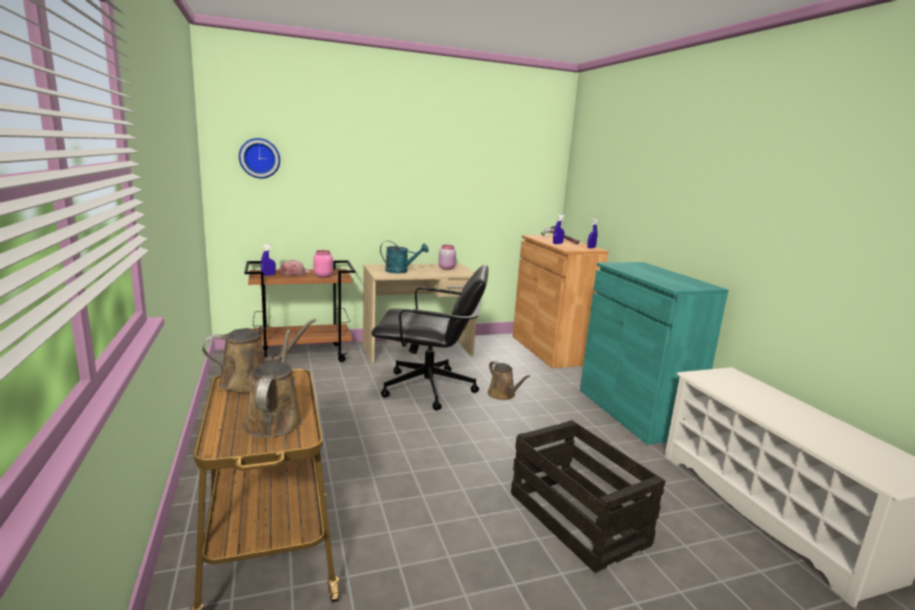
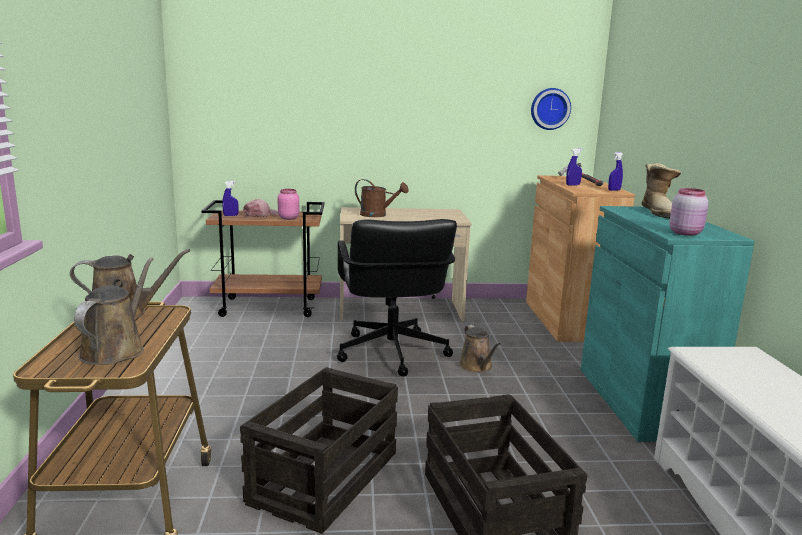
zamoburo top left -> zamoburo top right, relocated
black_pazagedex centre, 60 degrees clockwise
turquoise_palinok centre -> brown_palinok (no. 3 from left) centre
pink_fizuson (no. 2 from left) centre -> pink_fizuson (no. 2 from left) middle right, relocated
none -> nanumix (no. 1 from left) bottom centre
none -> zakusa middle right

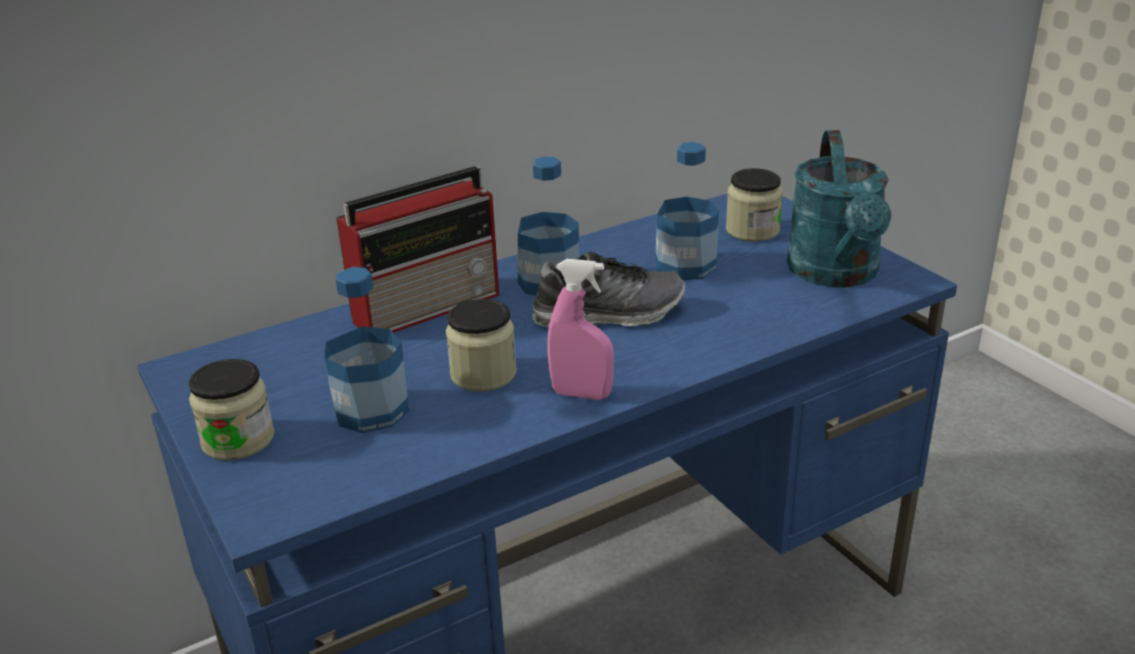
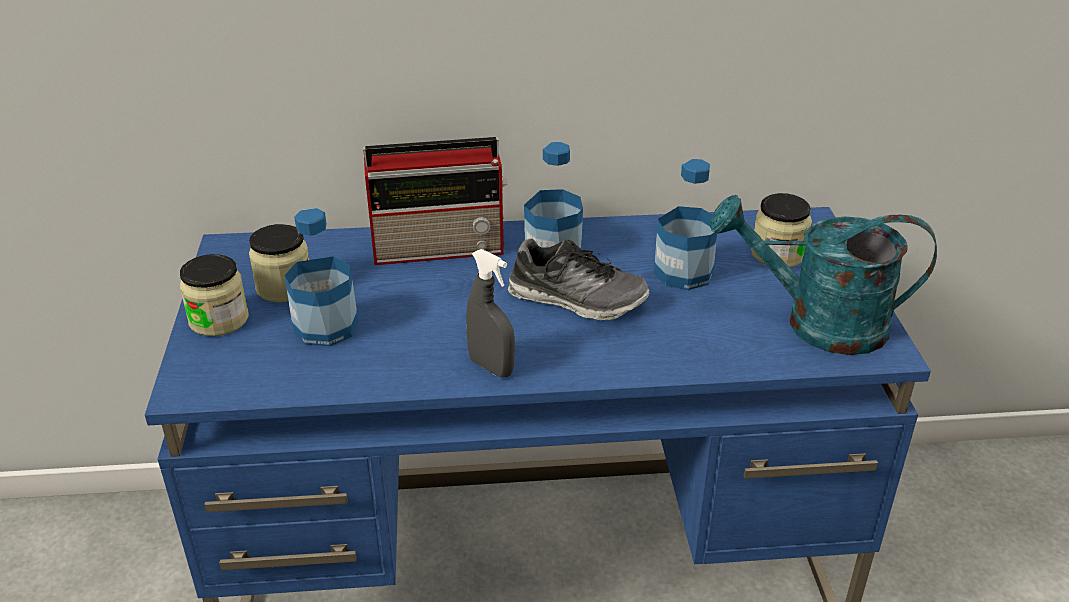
fizuson (no. 2 from left) centre -> fizuson (no. 2 from left) middle left, relocated
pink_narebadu centre -> grey_narebadu centre
turquoise_palinok top right -> turquoise_palinok middle right, 75 degrees clockwise

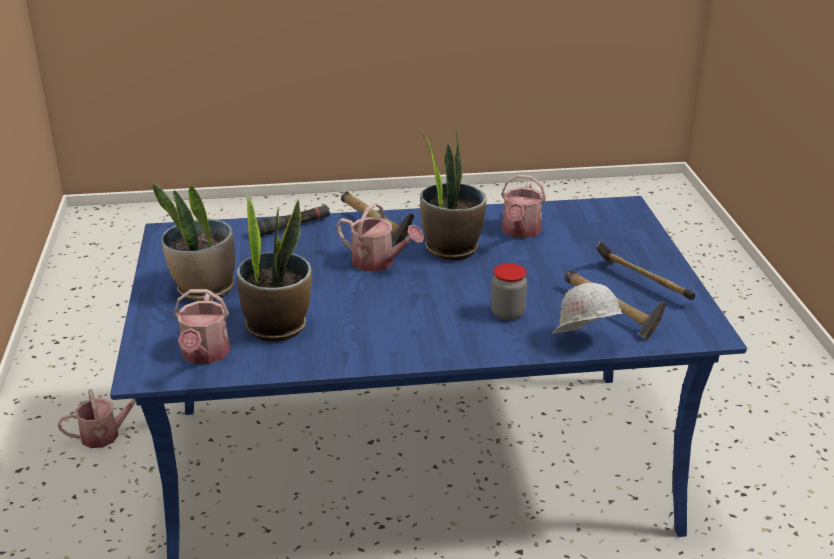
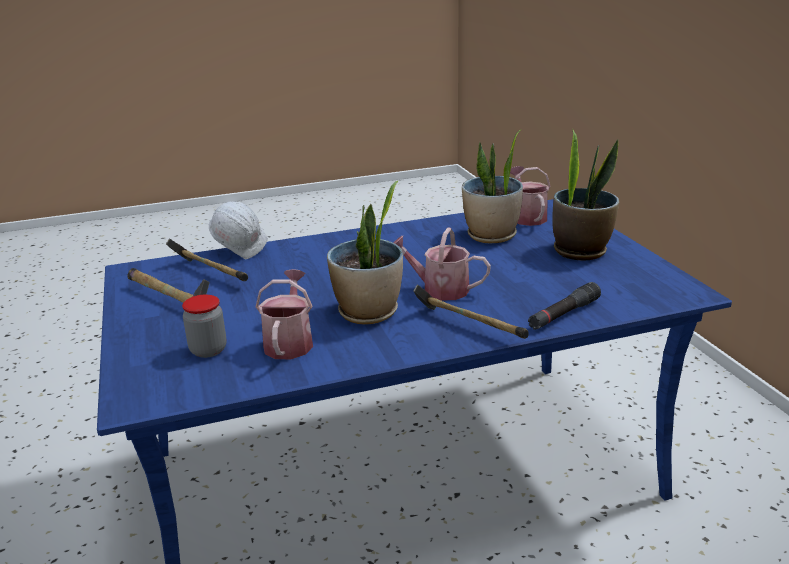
palinok (no. 1 from left) bottom left -> none
fizuson centre -> fizuson middle left, relocated

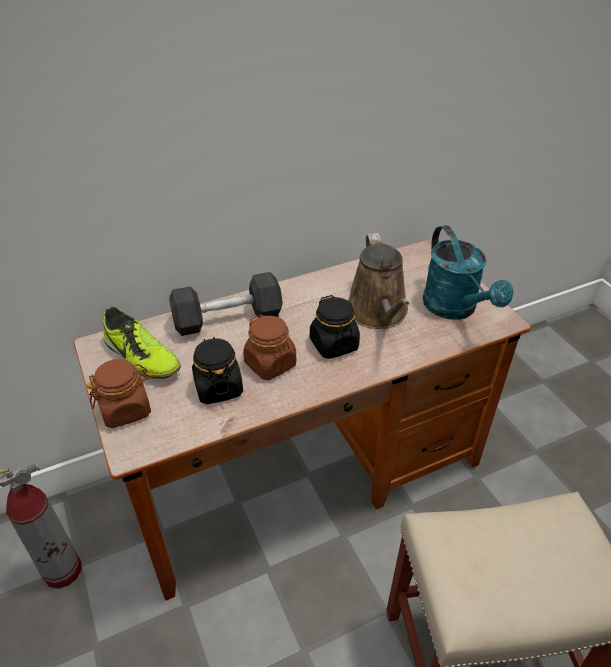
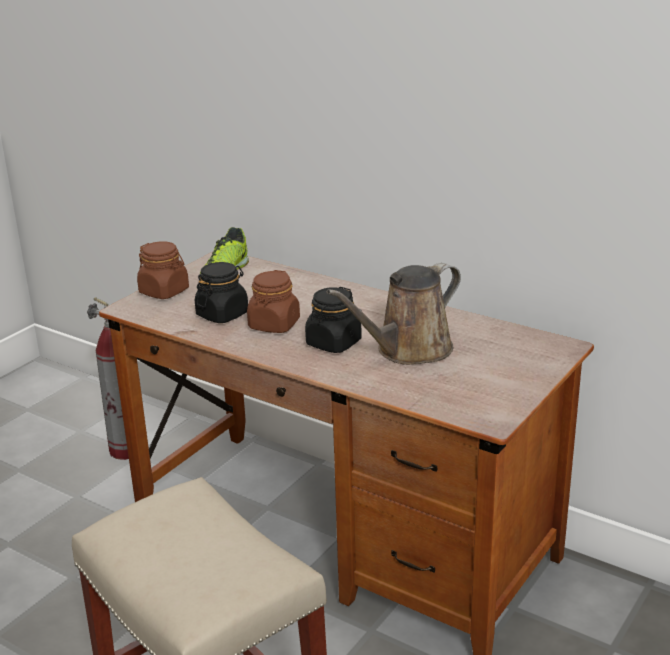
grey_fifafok centre -> none
turquoise_palinok middle right -> none

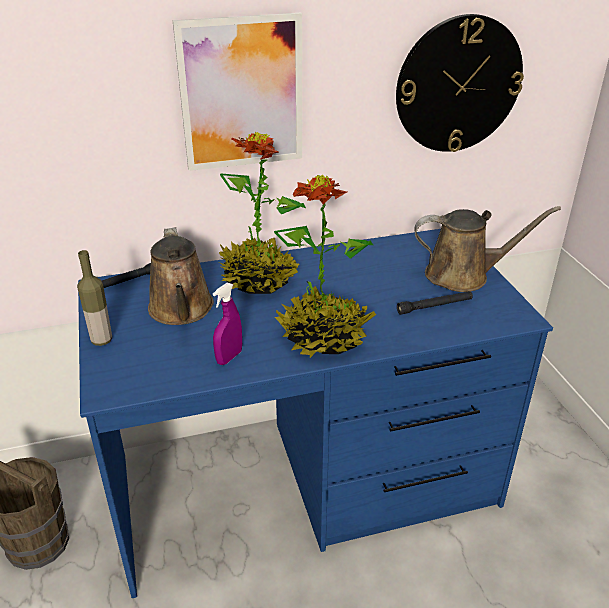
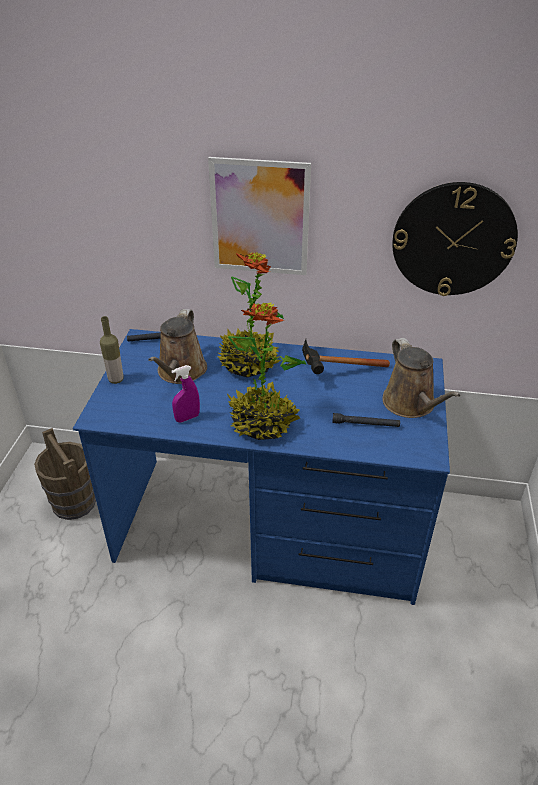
brown_palinok (no. 2 from left) middle right, 45 degrees clockwise
none -> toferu centre

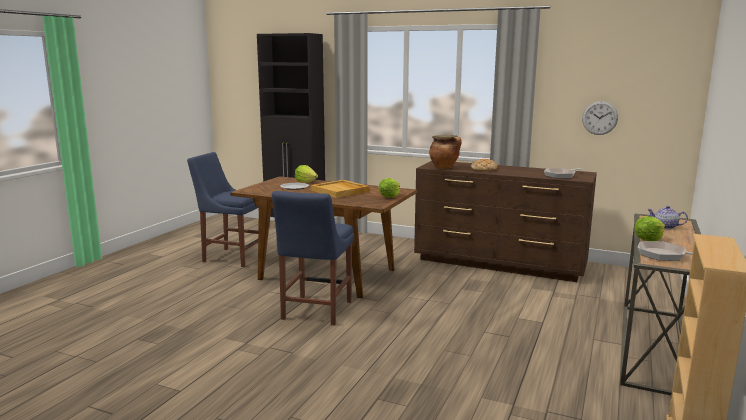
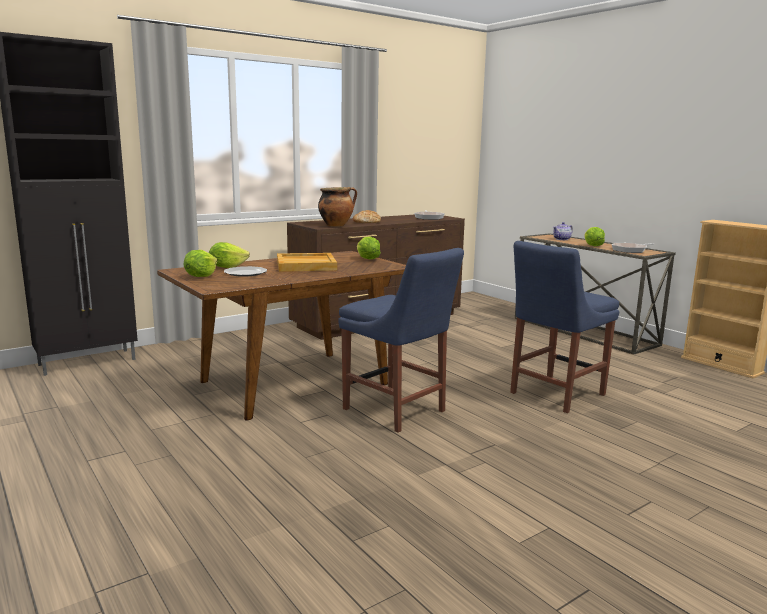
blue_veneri (no. 1 from left in the first image) middle left -> blue_veneri (no. 2 from left) middle right, relocated
zamoburo top right -> none
none -> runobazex (no. 1 from left) middle left

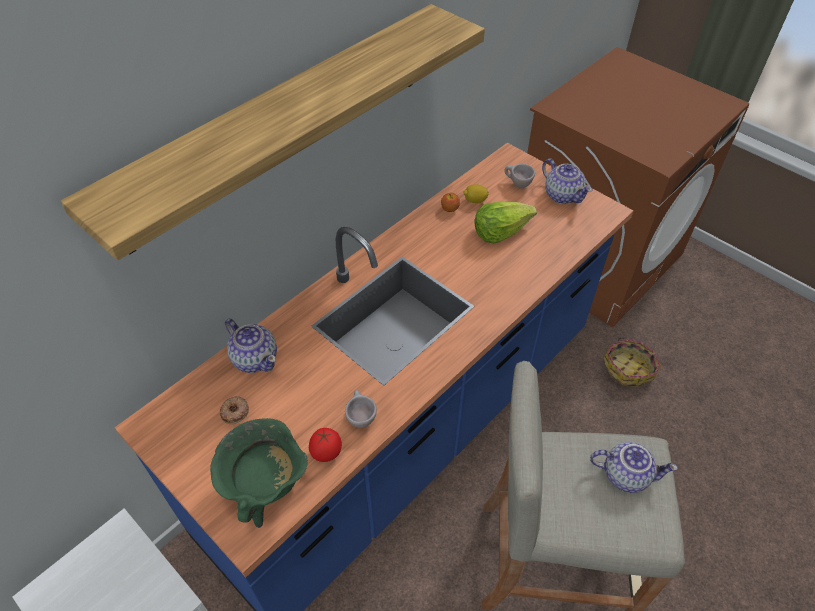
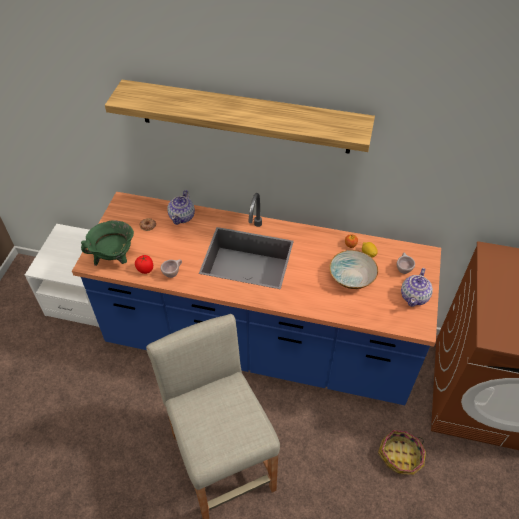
runobazex centre -> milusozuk middle right
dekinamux (no. 3 from left) bottom right -> none

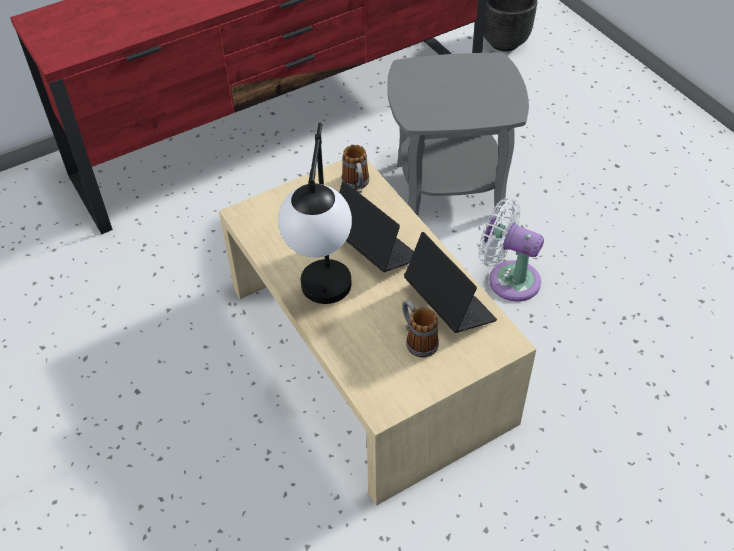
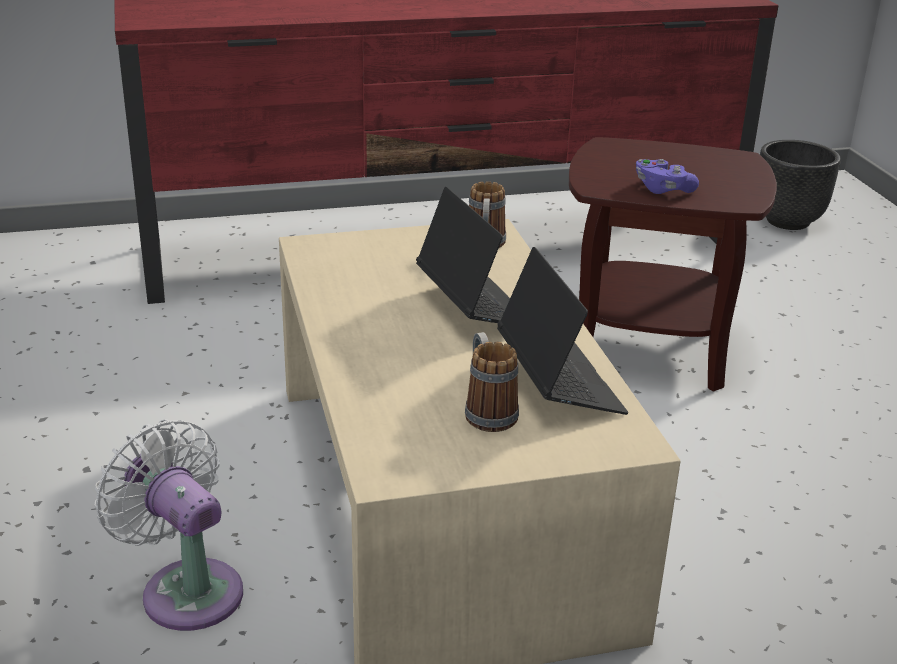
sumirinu centre -> none
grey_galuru top centre -> brown_galuru middle right
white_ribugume middle right -> white_ribugume bottom left, relocated
none -> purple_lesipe top right

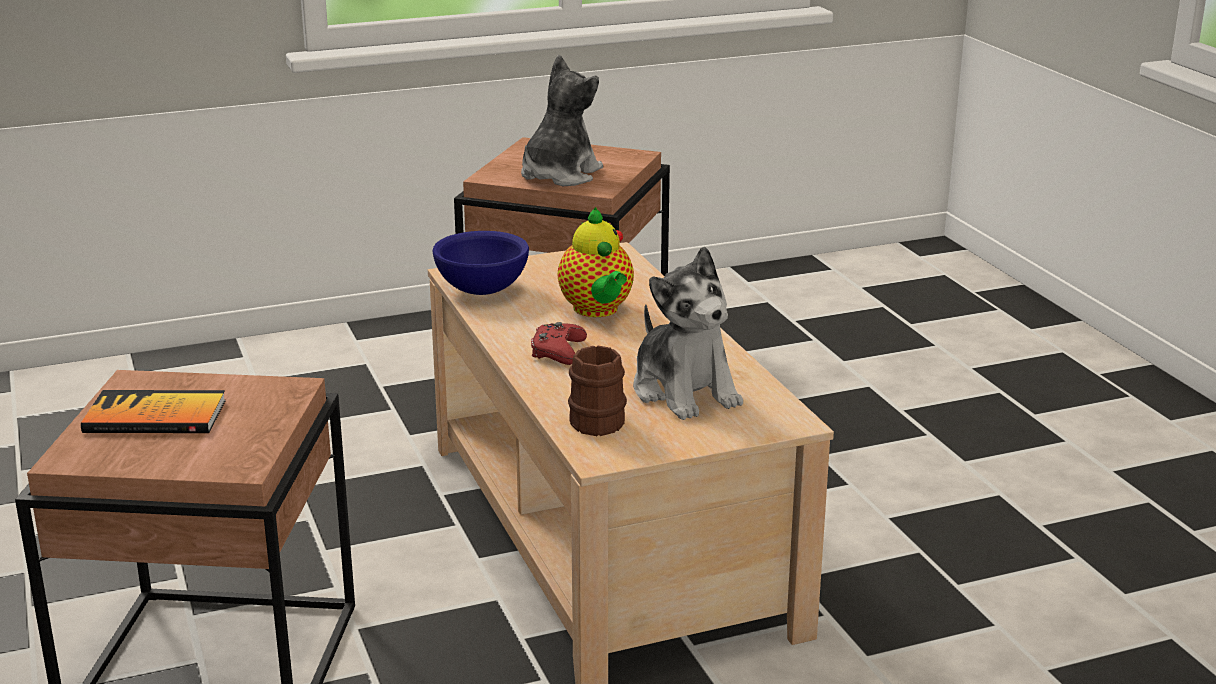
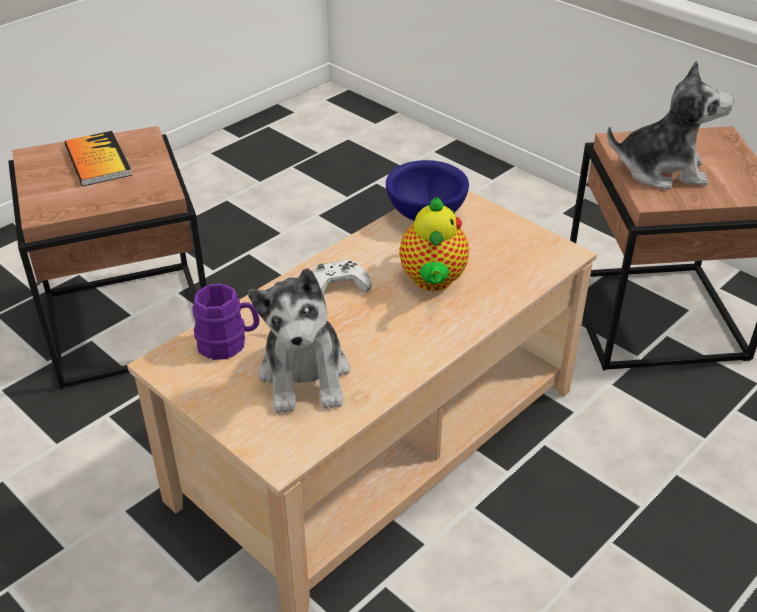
red_lesipe centre -> white_lesipe centre
dekinamux centre, 45 degrees counterclockwise
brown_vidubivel centre -> purple_vidubivel middle left
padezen (no. 2 from left in the first image) centre -> padezen (no. 1 from left) centre, 45 degrees counterclockwise

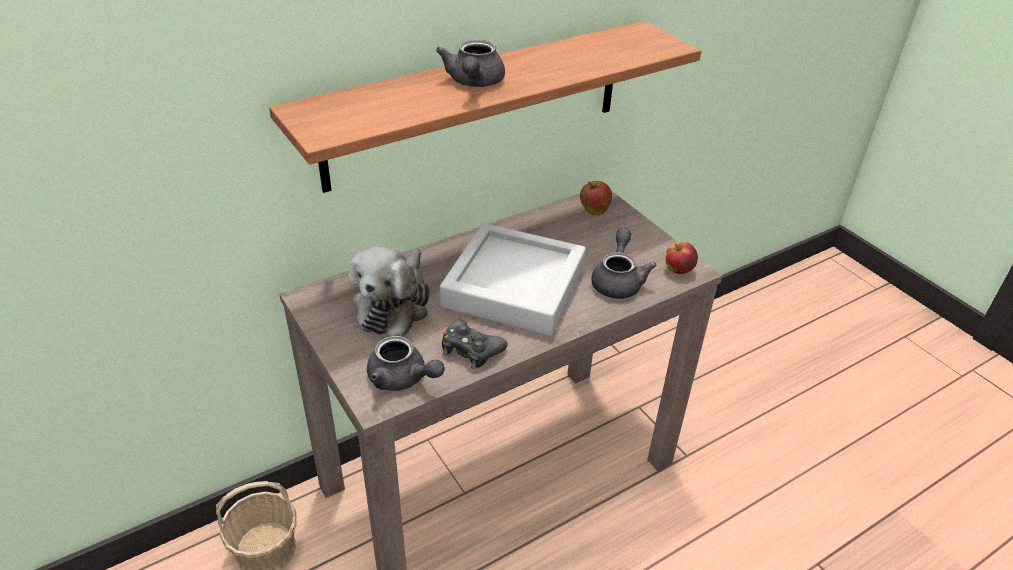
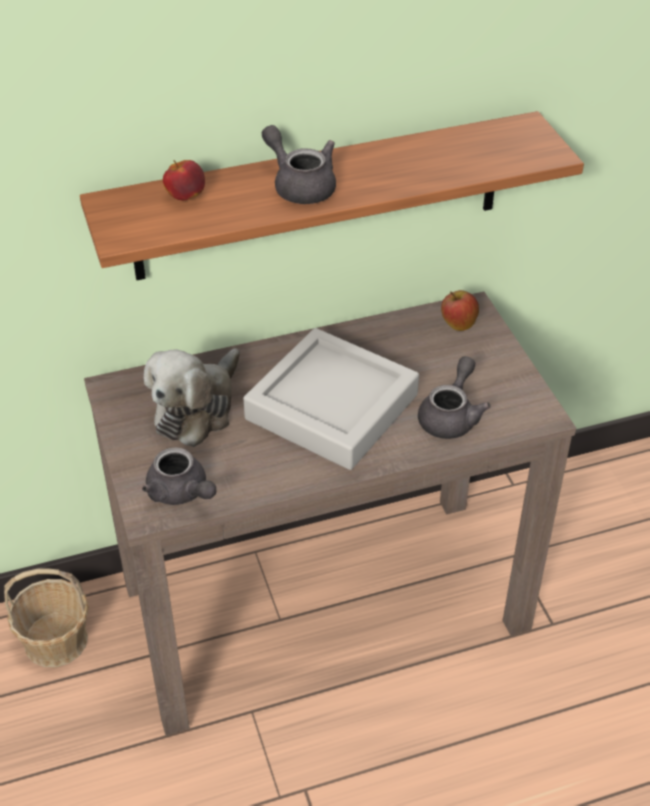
grey_dekinamux (no. 2 from left) top centre, 120 degrees clockwise
black_lesipe centre -> none
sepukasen (no. 2 from left in the first image) middle right -> sepukasen (no. 1 from left) top left, relocated

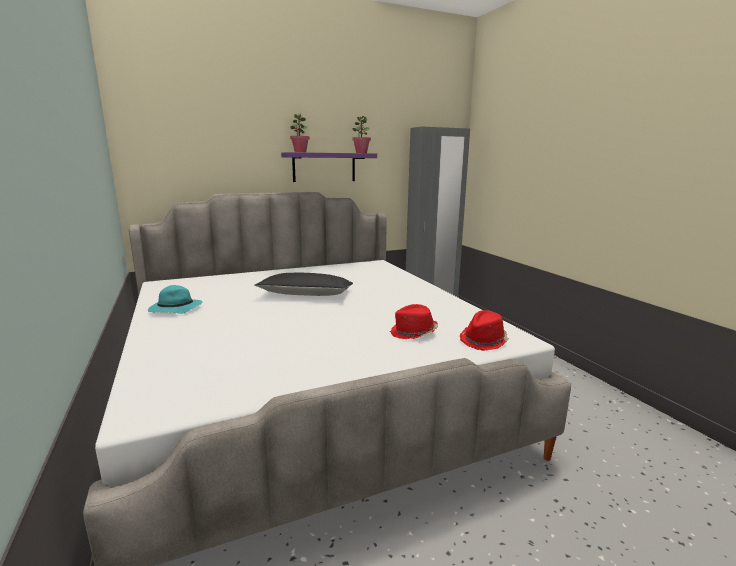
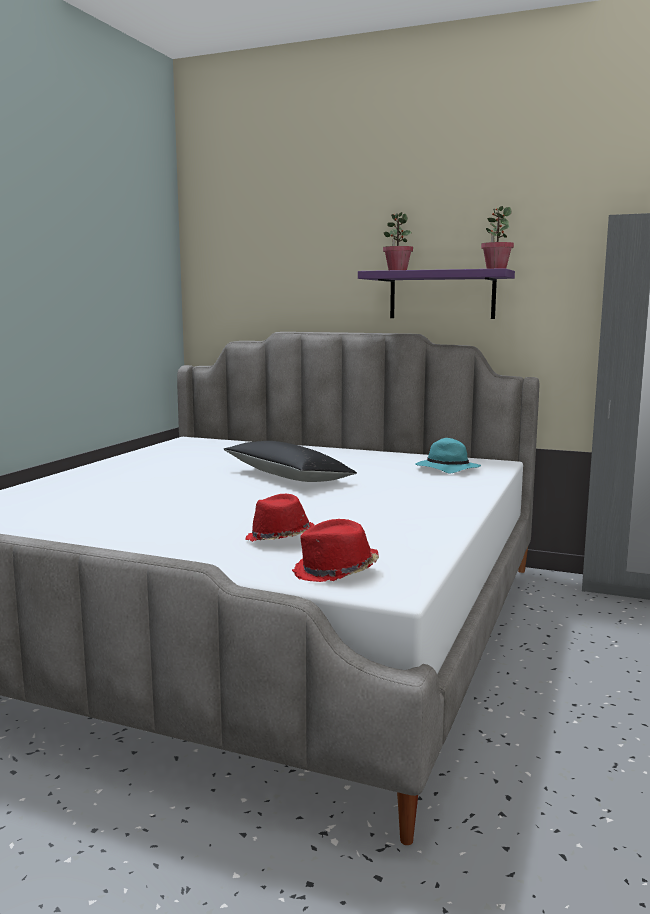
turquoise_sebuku middle left -> turquoise_sebuku middle right, relocated

